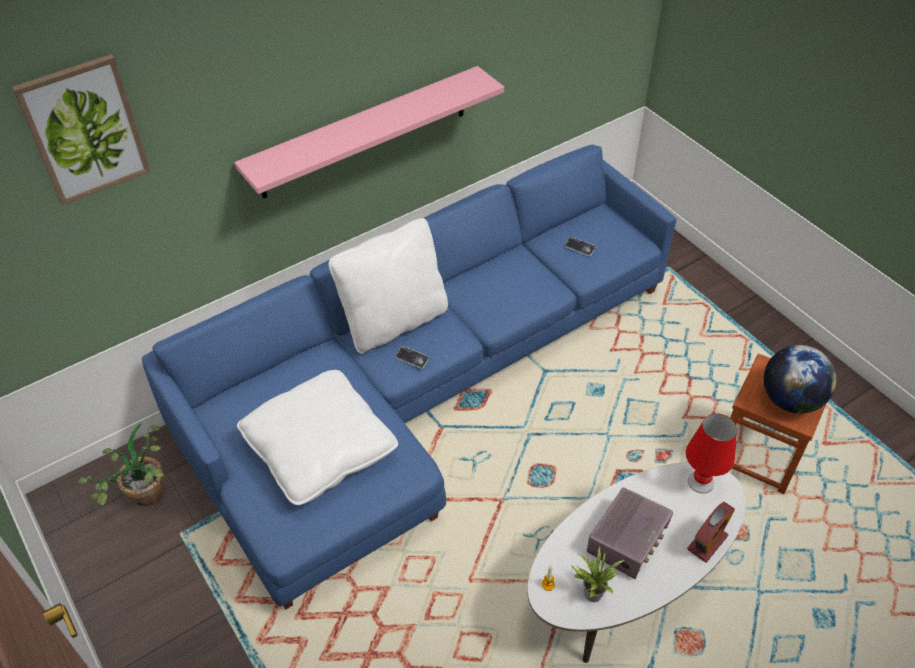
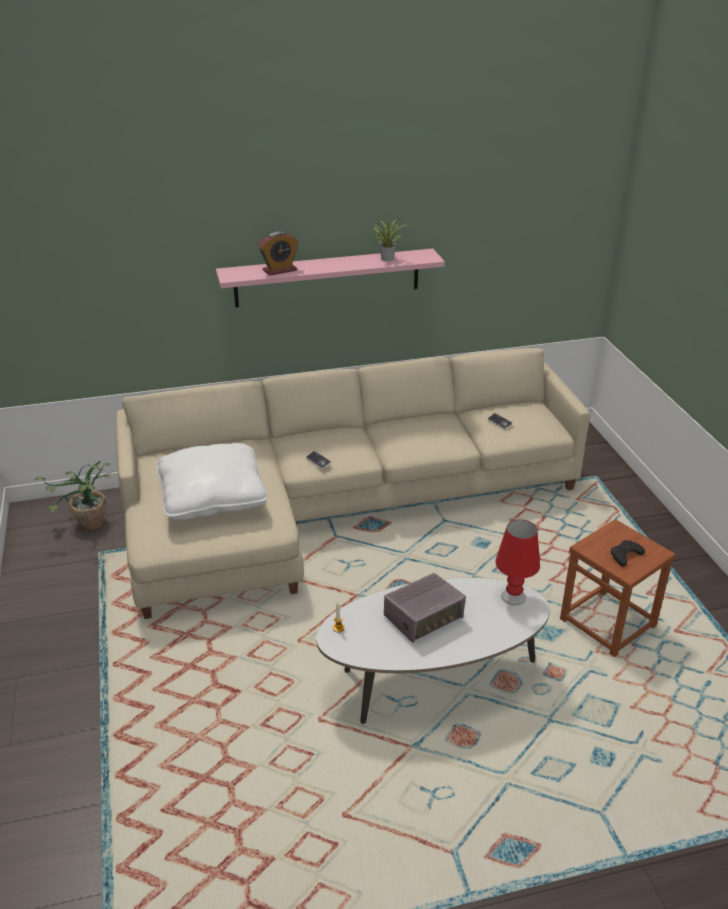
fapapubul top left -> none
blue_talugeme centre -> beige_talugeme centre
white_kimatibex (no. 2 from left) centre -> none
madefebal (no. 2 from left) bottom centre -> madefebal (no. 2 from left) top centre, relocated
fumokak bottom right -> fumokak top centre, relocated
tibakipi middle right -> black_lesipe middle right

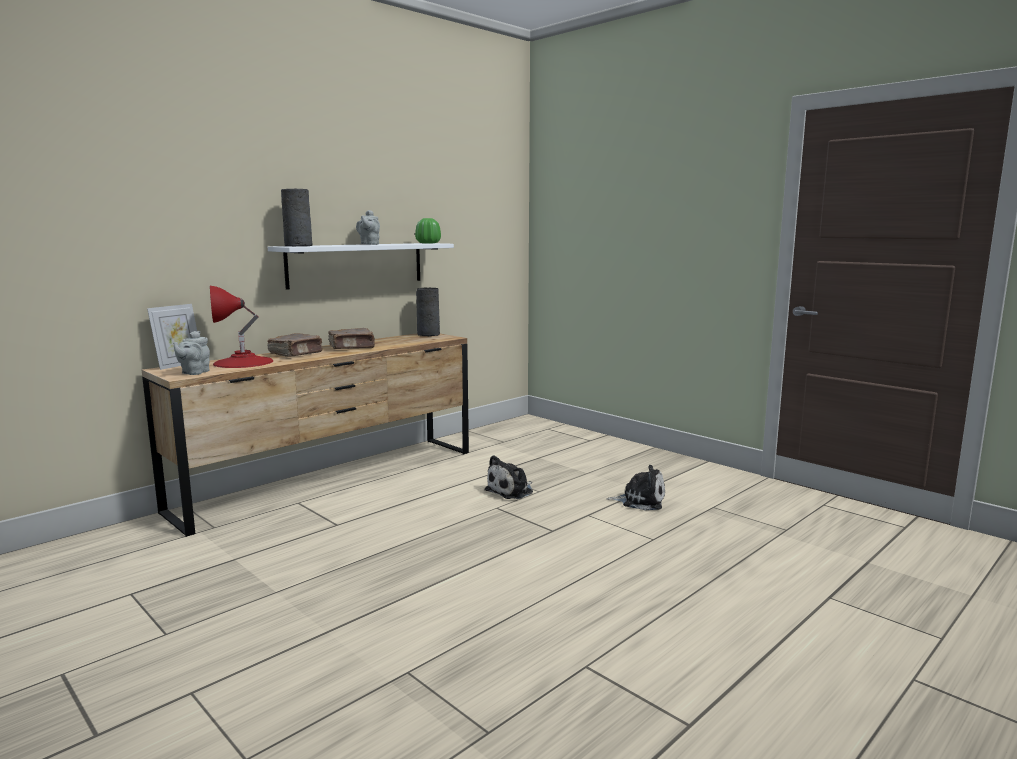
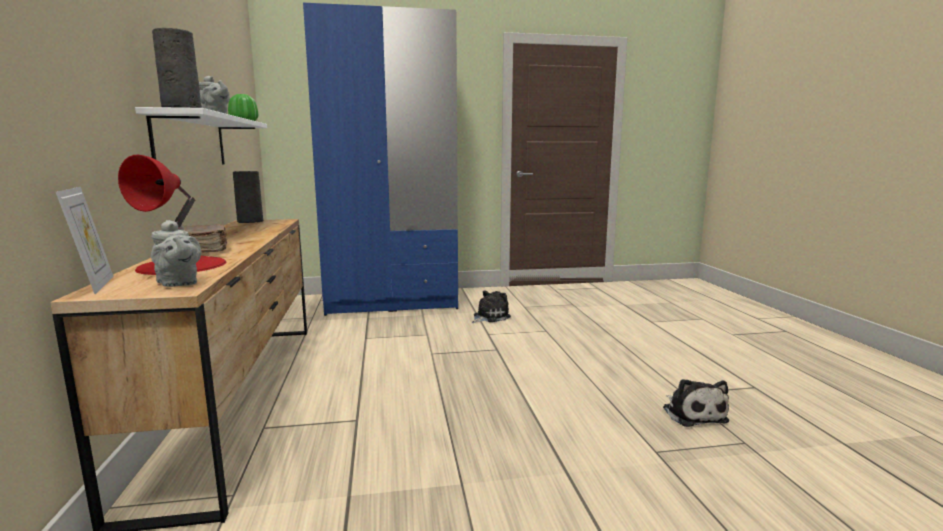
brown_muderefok (no. 2 from left) centre -> none
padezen (no. 1 from left in the first image) centre -> padezen (no. 2 from left) bottom right, relocated
none -> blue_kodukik top centre

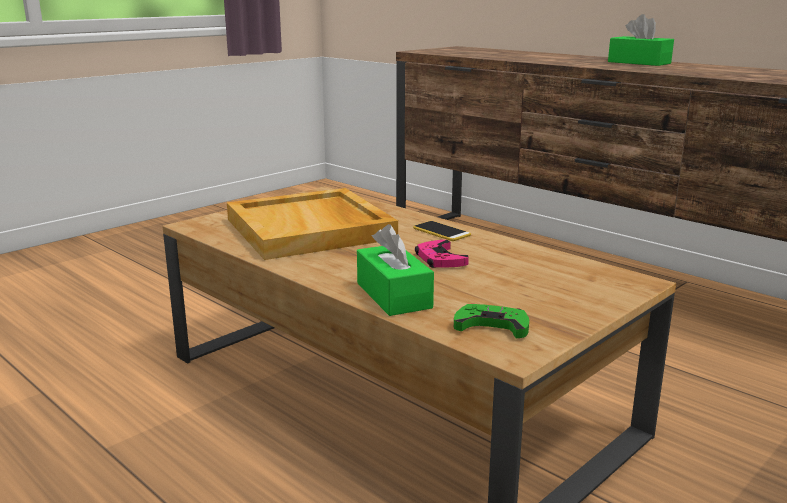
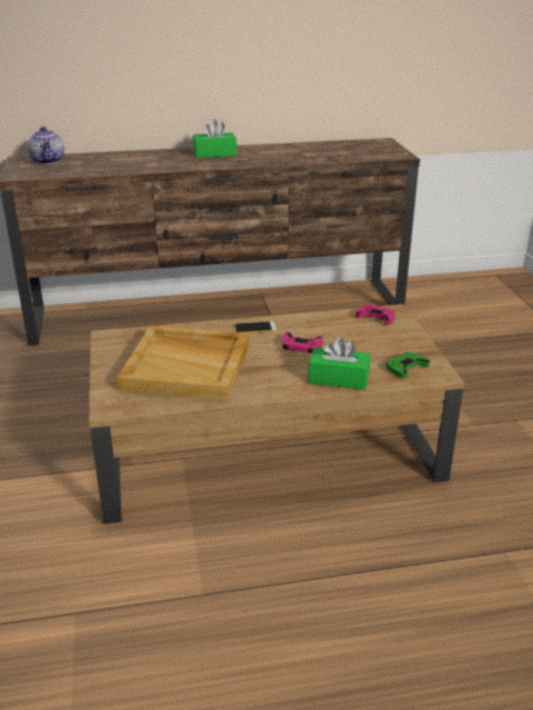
none -> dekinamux top left
none -> pink_lesipe (no. 2 from left) middle right

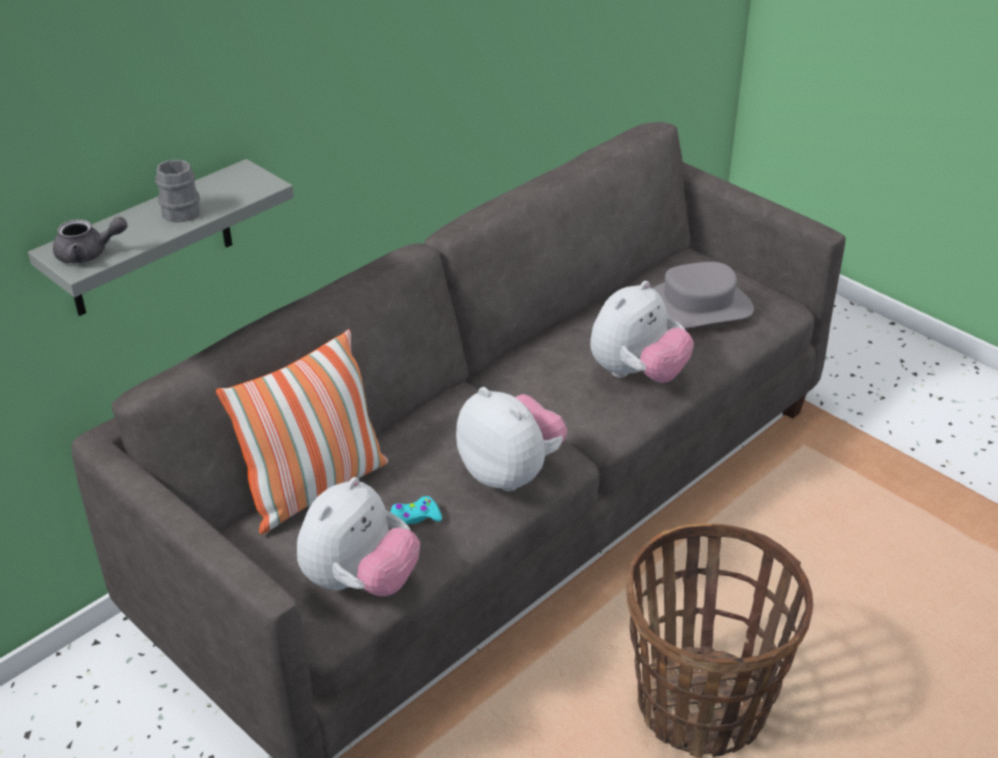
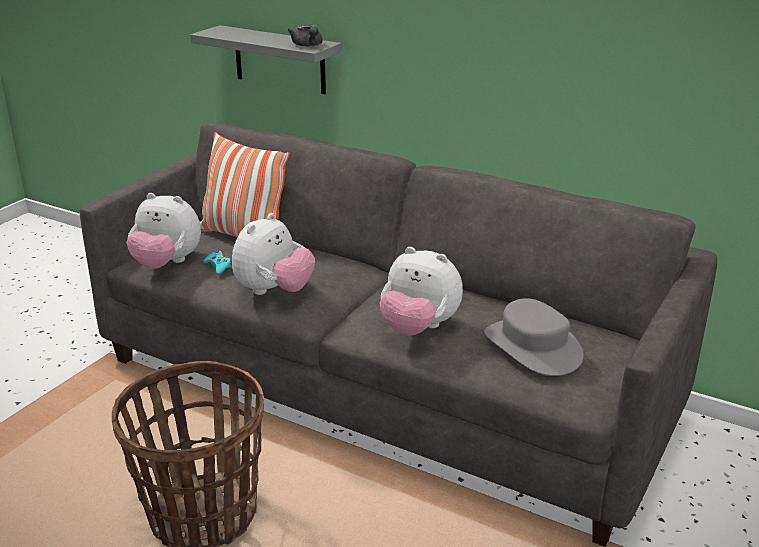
grey_dekinamux top left -> grey_dekinamux top centre, relocated
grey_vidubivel top left -> none

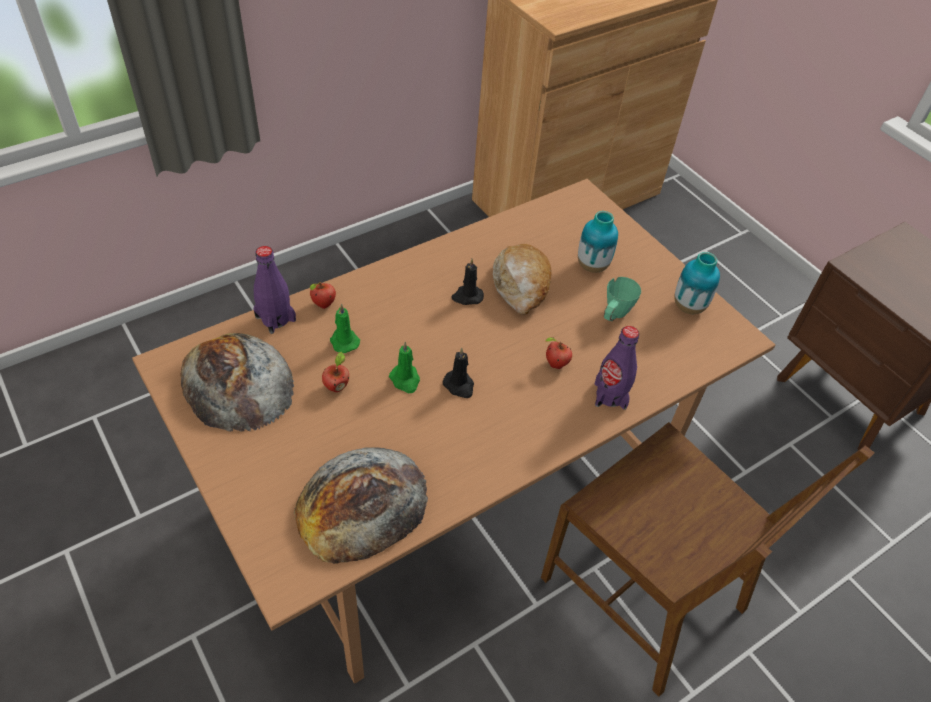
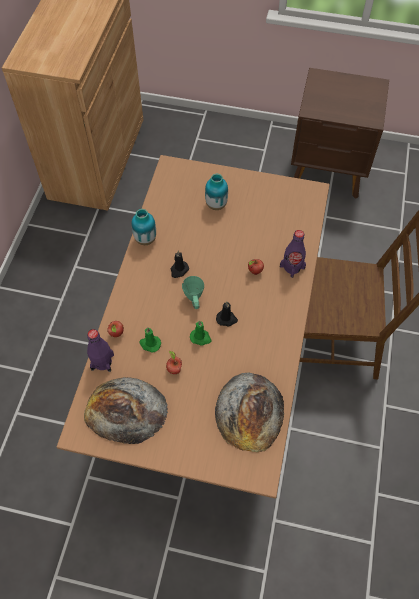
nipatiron (no. 3 from left) centre -> none
green_vidubivel middle right -> green_vidubivel centre, relocated
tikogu (no. 2 from left in the first image) middle right -> tikogu (no. 1 from left) centre, relocated

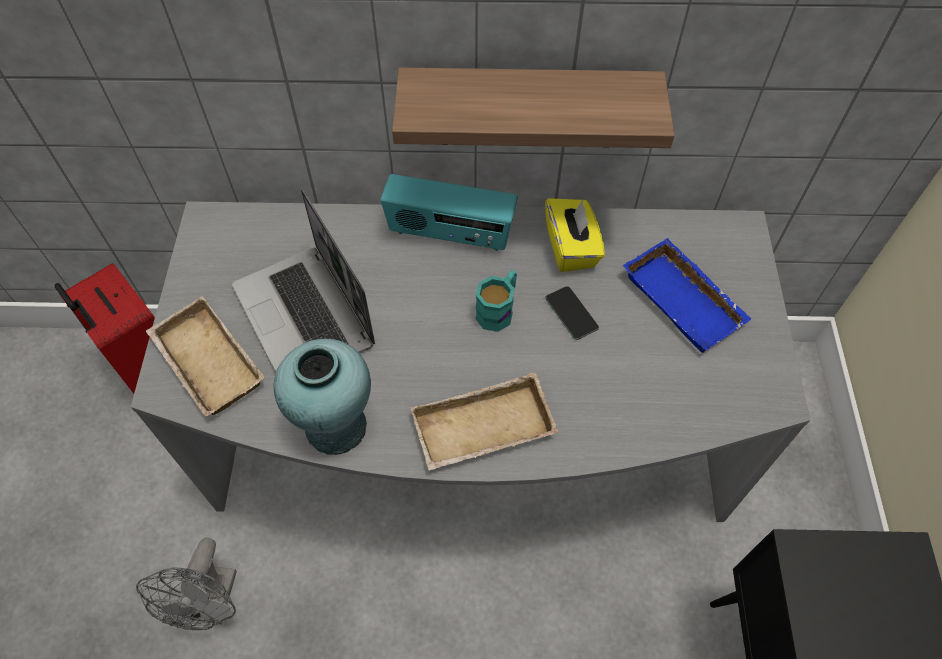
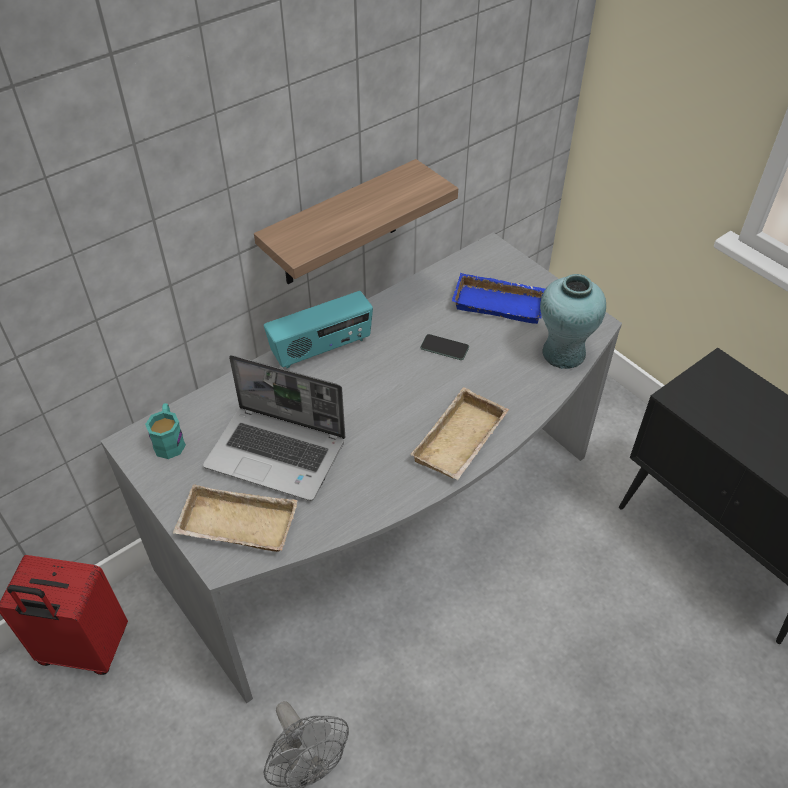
turquoise_tikogu centre -> turquoise_tikogu middle right, relocated
turquoise_vidubivel centre -> turquoise_vidubivel middle left, relocated
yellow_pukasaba centre -> none

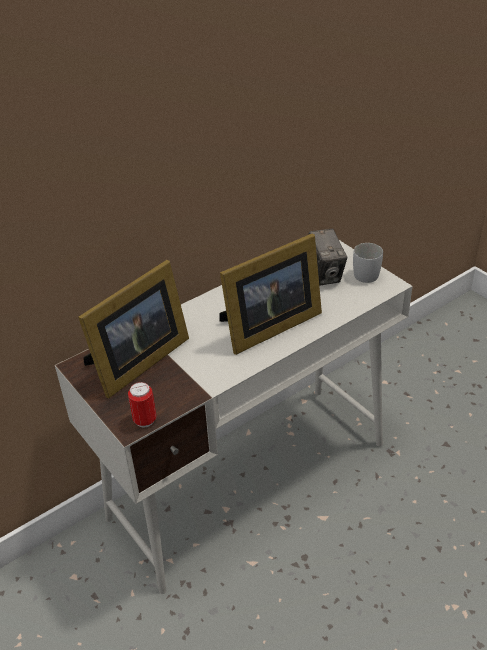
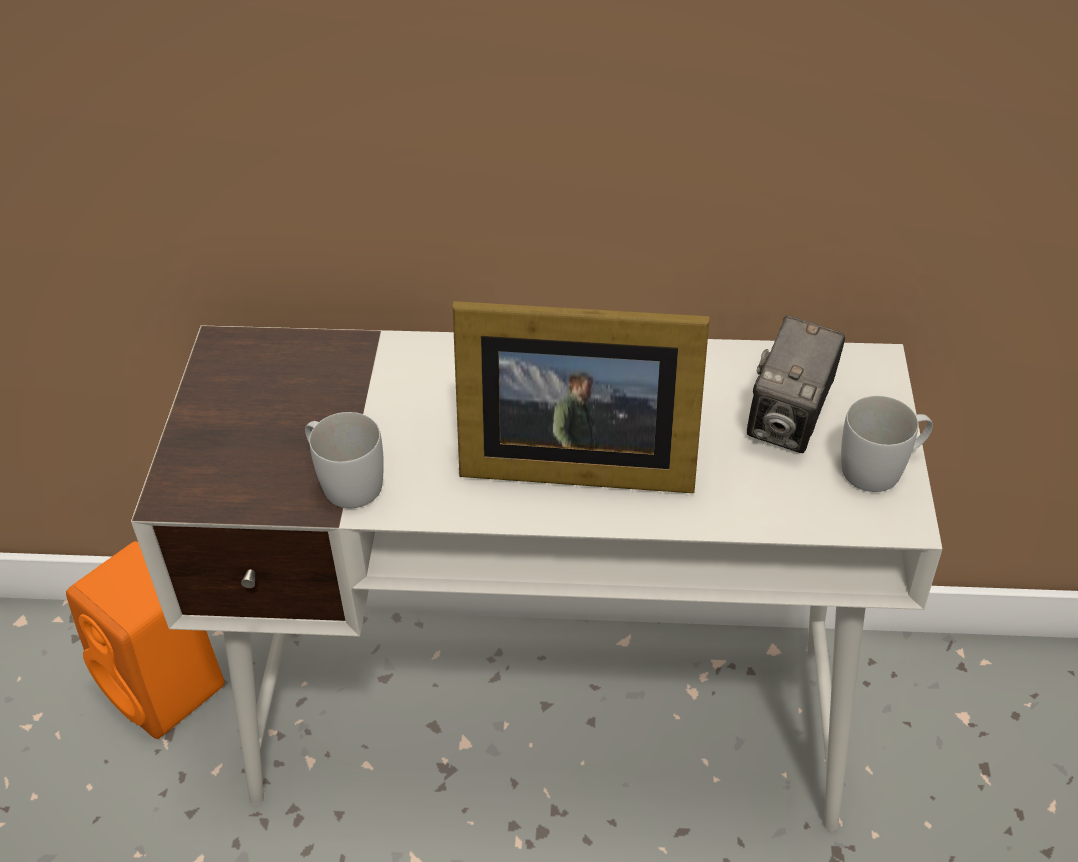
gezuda (no. 1 from left) middle left -> none
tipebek middle left -> none
none -> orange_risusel bottom left
none -> white_vidubivel (no. 1 from left) middle left

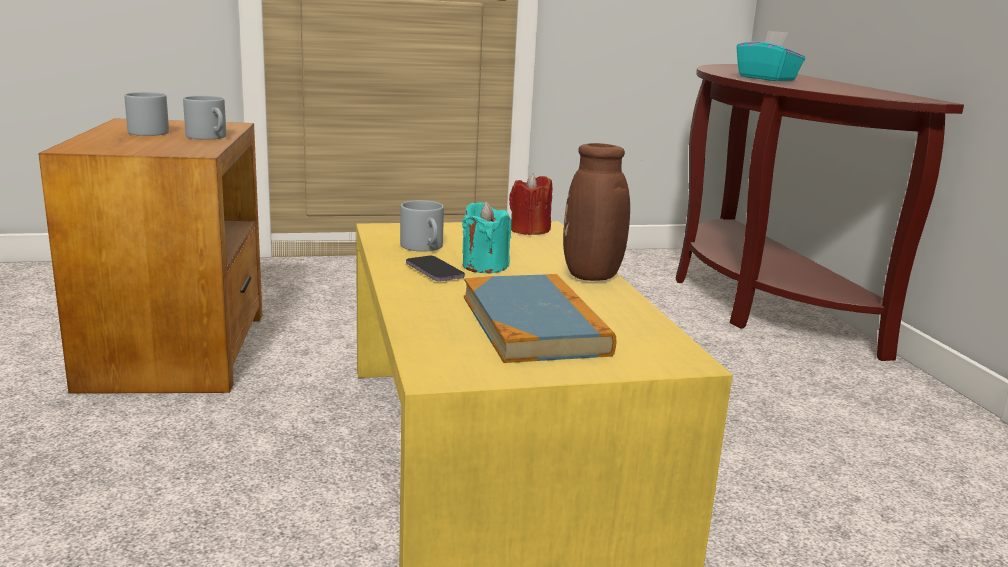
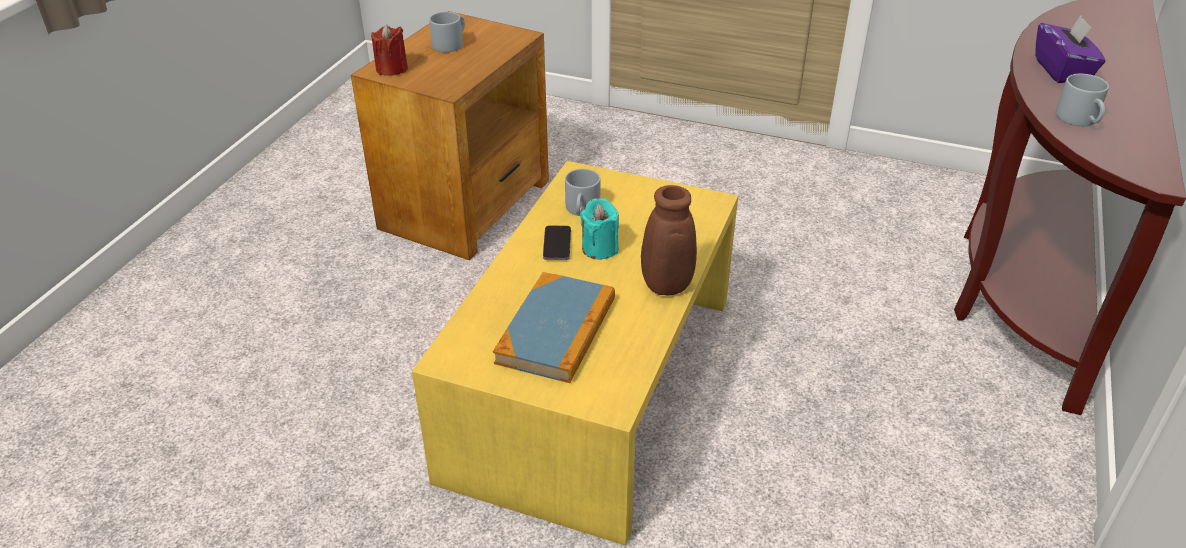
grey_vidubivel (no. 2 from left in the first image) top left -> grey_vidubivel (no. 3 from left) top right, relocated
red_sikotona centre -> red_sikotona top left, relocated
turquoise_pukasaba top right -> purple_pukasaba top right

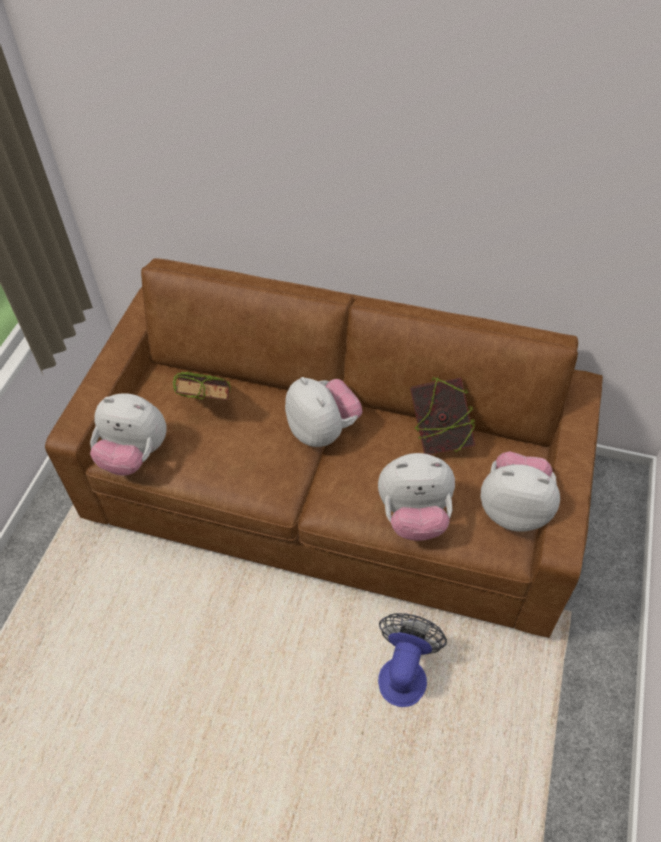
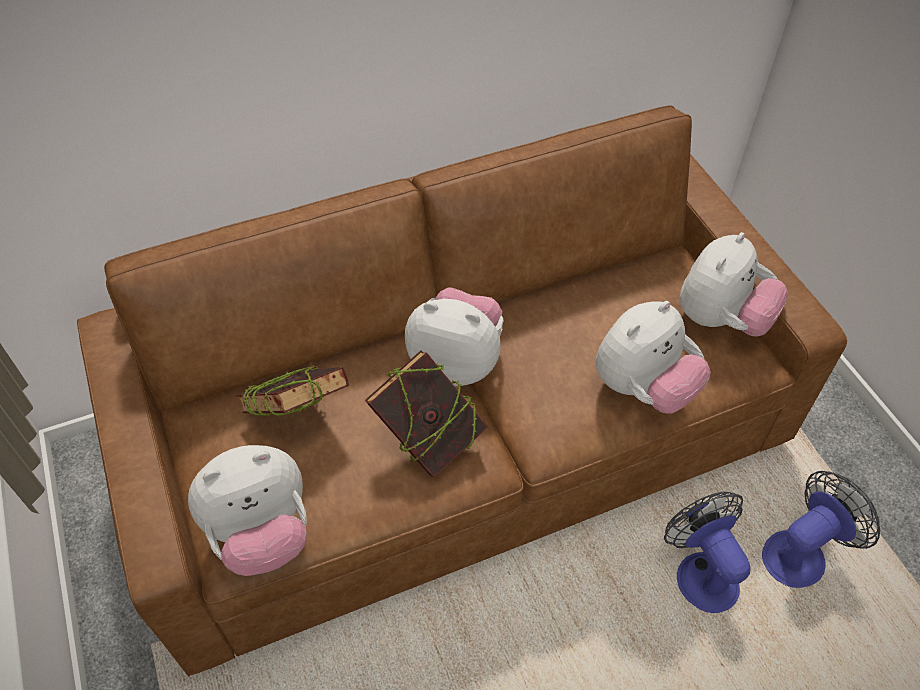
muderefok (no. 2 from left) middle right -> muderefok (no. 2 from left) centre, relocated
padezen (no. 4 from left) middle right, 150 degrees clockwise
none -> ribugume (no. 2 from left) bottom right

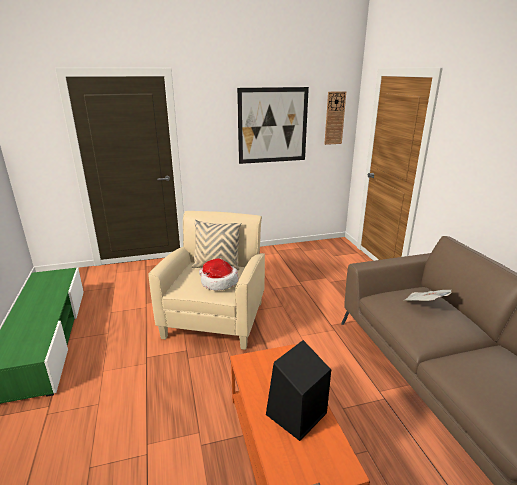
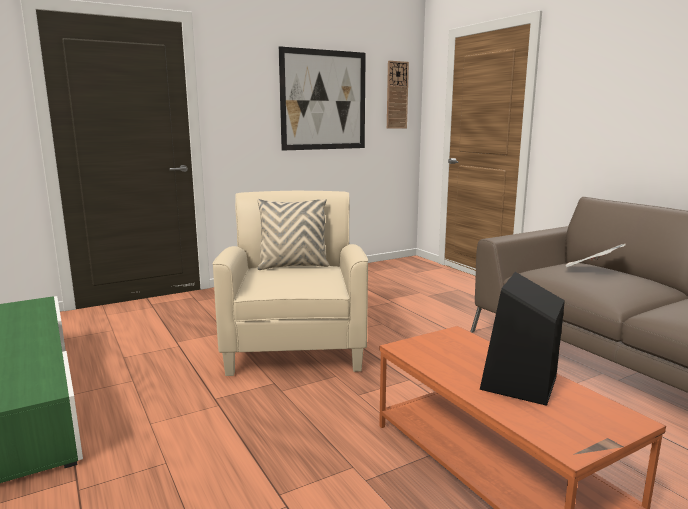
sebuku centre -> none

